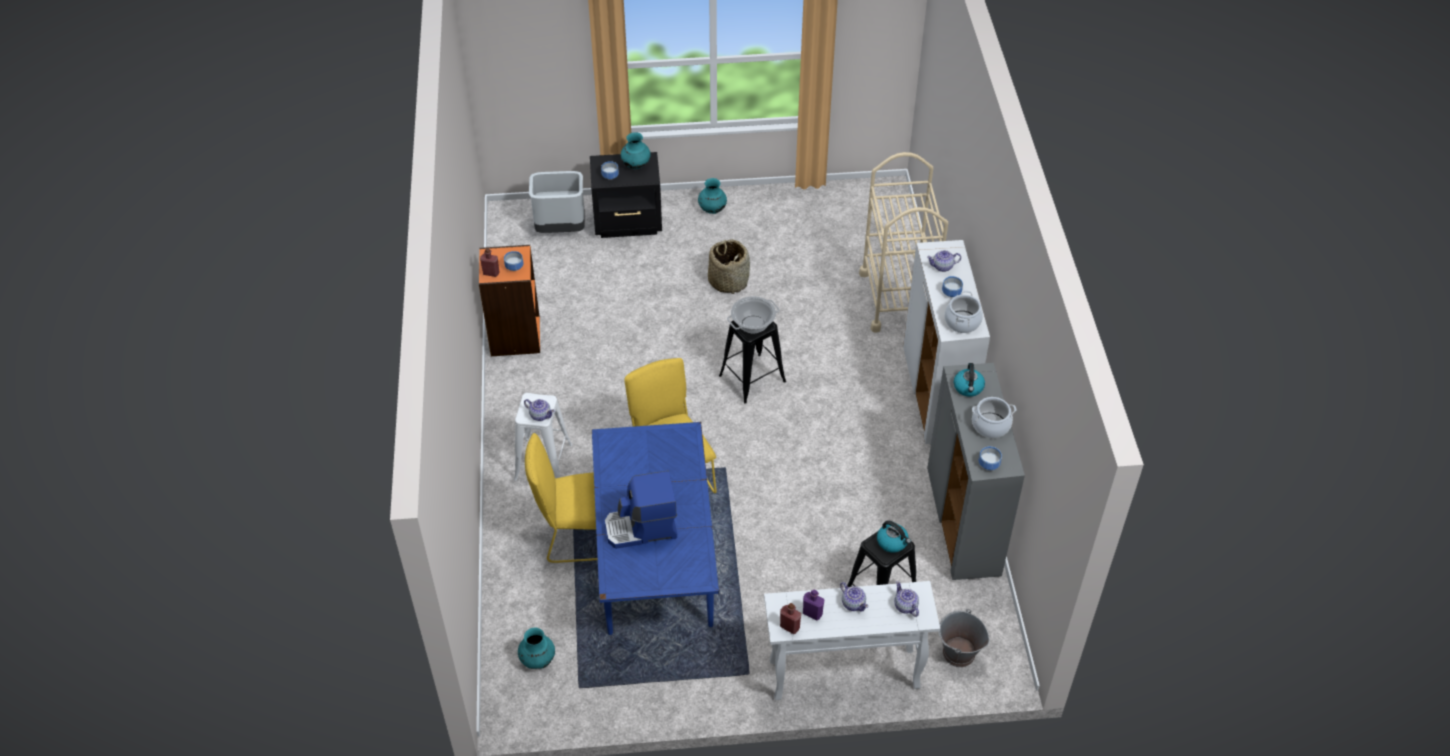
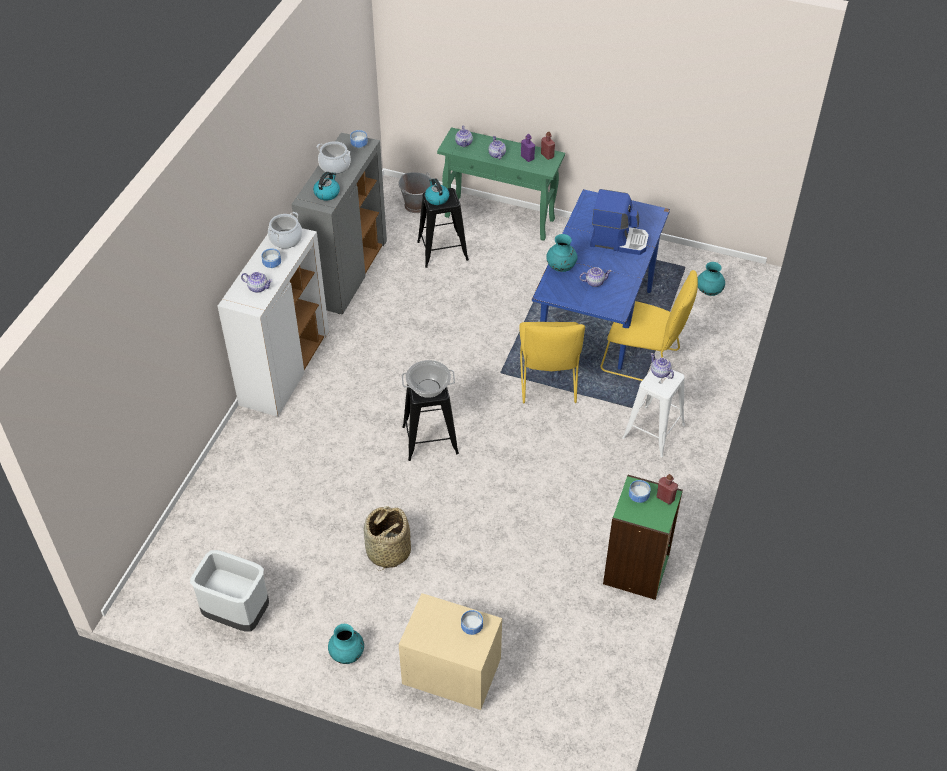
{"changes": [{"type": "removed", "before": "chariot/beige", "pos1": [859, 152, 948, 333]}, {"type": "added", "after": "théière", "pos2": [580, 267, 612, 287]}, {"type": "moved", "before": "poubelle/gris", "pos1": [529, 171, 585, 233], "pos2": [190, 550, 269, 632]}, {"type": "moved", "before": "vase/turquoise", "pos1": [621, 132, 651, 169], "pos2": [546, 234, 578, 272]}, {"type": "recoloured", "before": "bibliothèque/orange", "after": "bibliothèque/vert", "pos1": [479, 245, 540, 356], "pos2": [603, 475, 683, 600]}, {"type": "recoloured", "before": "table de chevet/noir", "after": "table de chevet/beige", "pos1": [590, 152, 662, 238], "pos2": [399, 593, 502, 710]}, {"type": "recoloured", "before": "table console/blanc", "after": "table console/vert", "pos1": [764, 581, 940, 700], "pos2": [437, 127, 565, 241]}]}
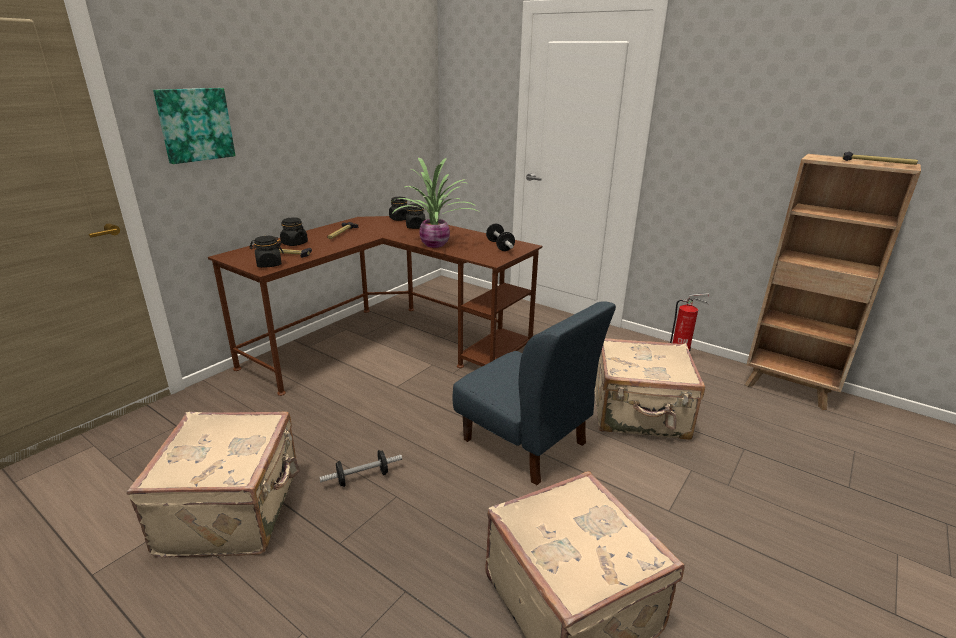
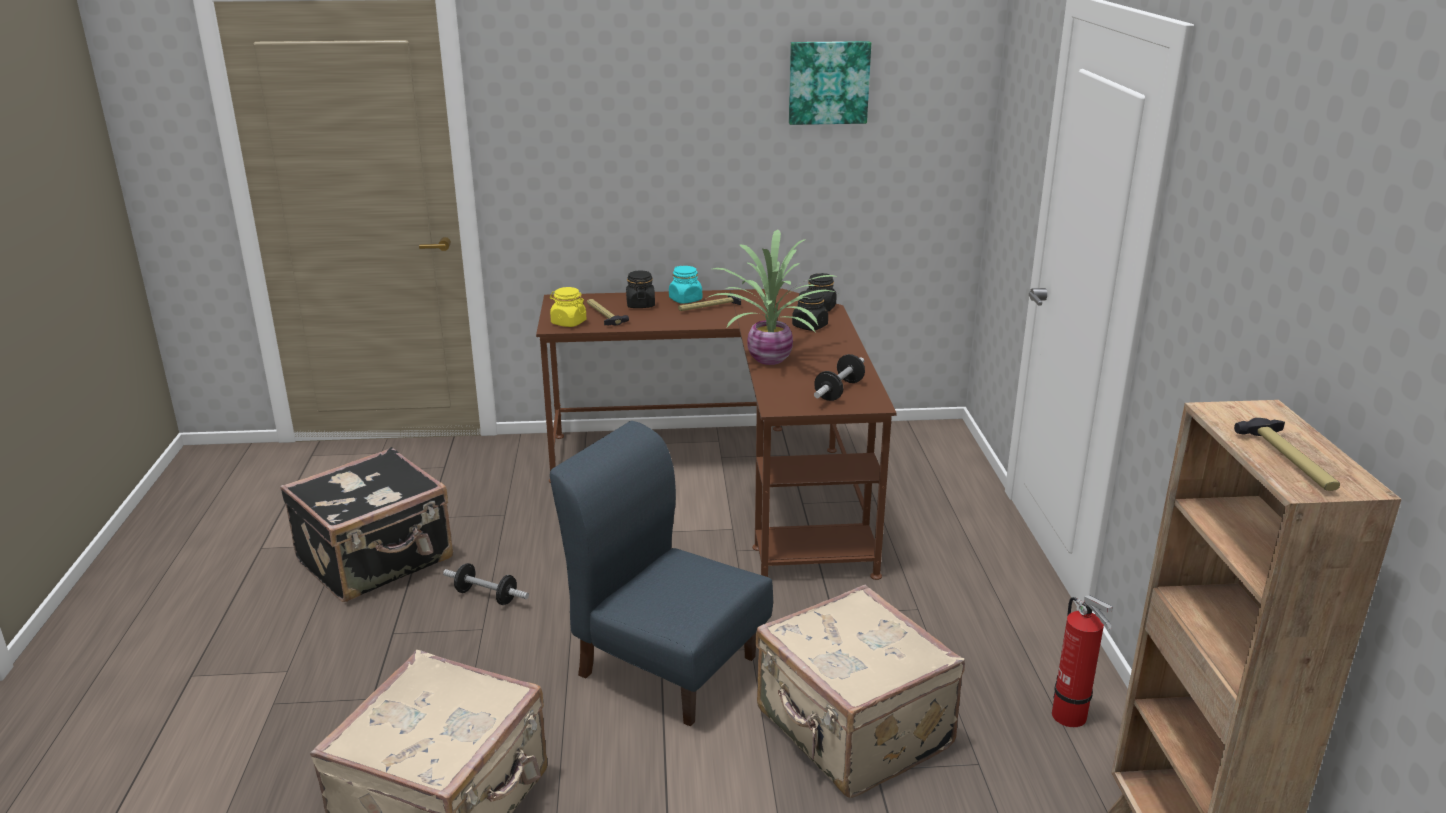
{"changes": [{"type": "added", "after": "bocal/turquoise", "pos2": [669, 266, 702, 304]}, {"type": "moved", "before": "tableau", "pos1": [153, 88, 236, 164], "pos2": [789, 41, 871, 125]}, {"type": "recoloured", "before": "valise/beige", "after": "valise/noir", "pos1": [127, 412, 300, 557], "pos2": [280, 447, 453, 602]}, {"type": "recoloured", "before": "bocal/noir", "after": "bocal/jaune", "pos1": [249, 236, 284, 268], "pos2": [550, 287, 586, 327]}, {"type": "turned", "before": "chaise/bleu", "pos1": [453, 301, 616, 485], "pos2": [550, 421, 773, 727], "turn": 120}]}
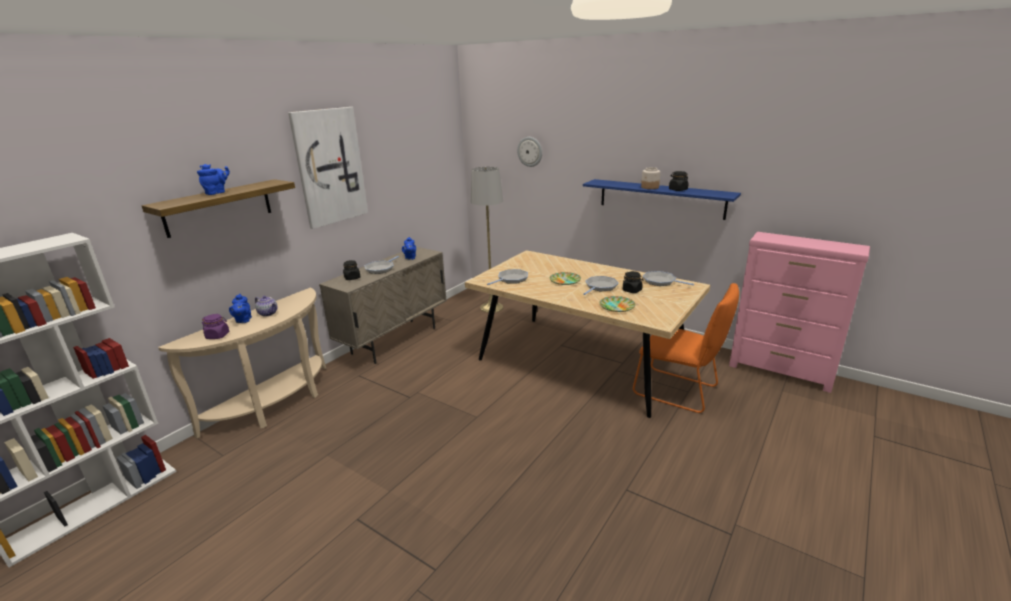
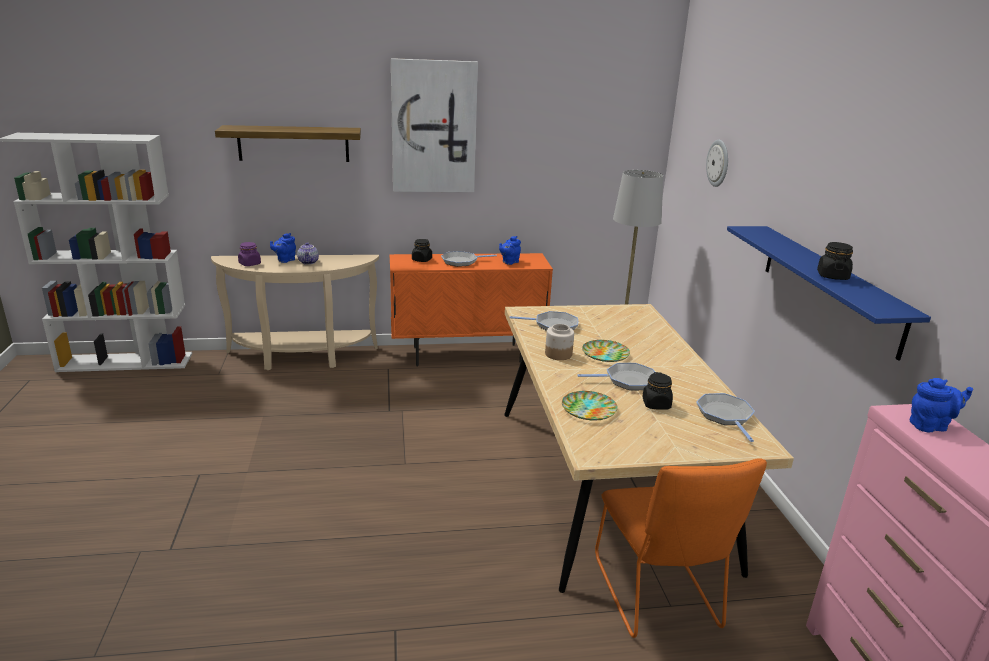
{"changes": [{"type": "moved", "before": "théière/bleu", "pos1": [197, 164, 230, 195], "pos2": [910, 378, 973, 432]}, {"type": "moved", "before": "bocal", "pos1": [641, 167, 660, 189], "pos2": [545, 324, 574, 360]}, {"type": "recoloured", "before": "meuble de rangement/beige", "after": "meuble de rangement/orange", "pos1": [319, 247, 447, 364], "pos2": [390, 253, 553, 367]}]}
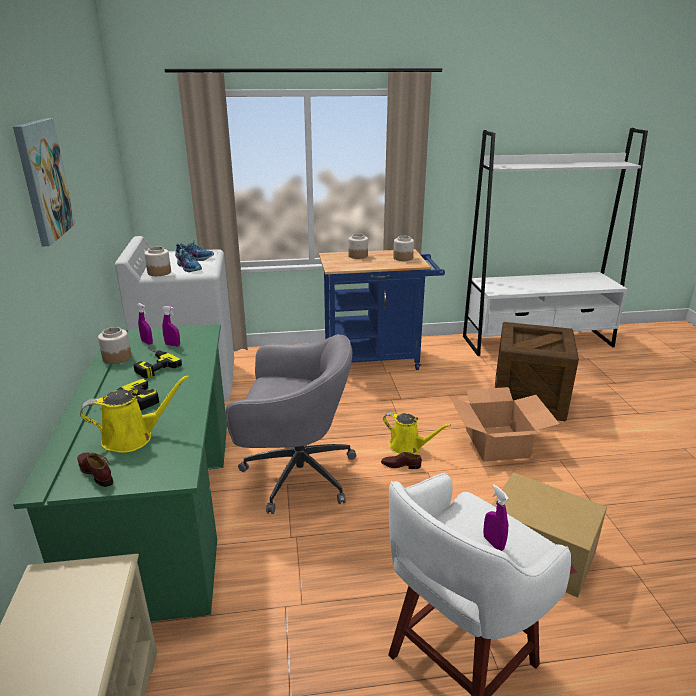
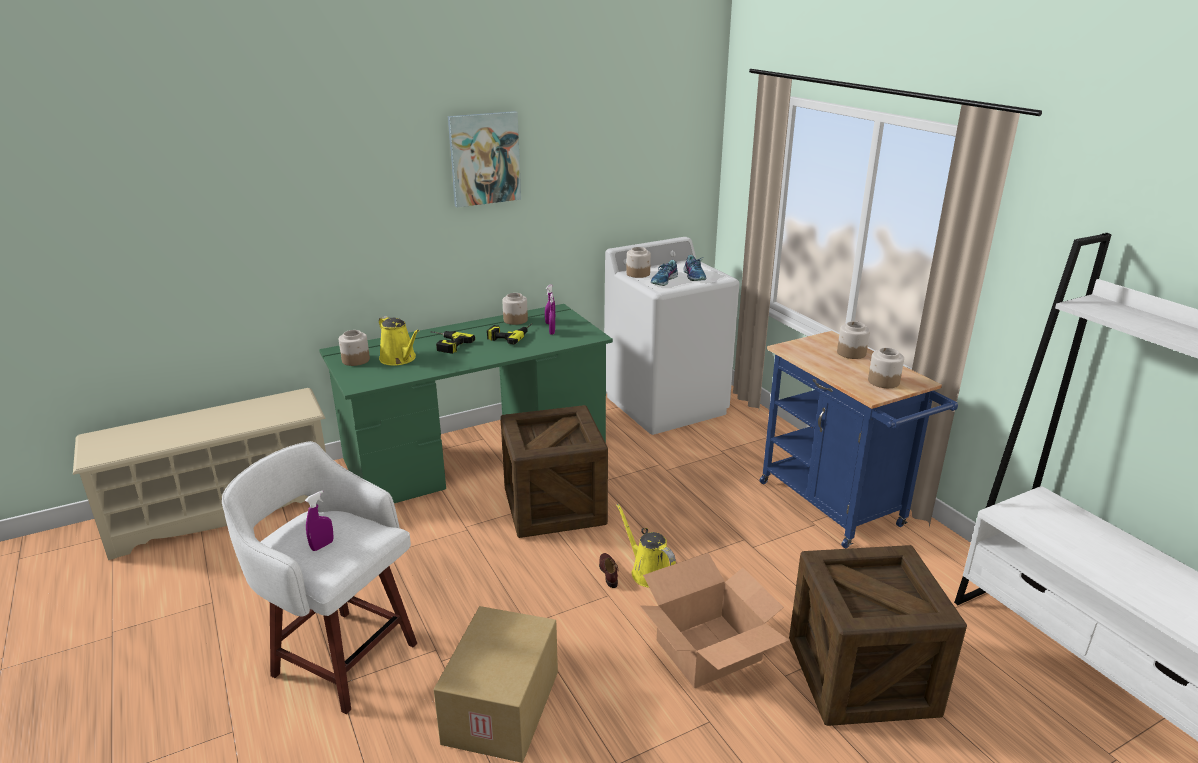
{"changes": [{"type": "replaced", "before": "chaussure/marron", "after": "bocal", "pos1": [77, 453, 113, 487], "pos2": [339, 330, 370, 366]}, {"type": "replaced", "before": "chaise de bureau/gris", "after": "caisse", "pos1": [225, 334, 356, 514], "pos2": [500, 405, 608, 538]}, {"type": "turned", "before": "arrosoir/jaune", "pos1": [383, 412, 451, 455], "pos2": [616, 504, 676, 588], "turn": 135}]}
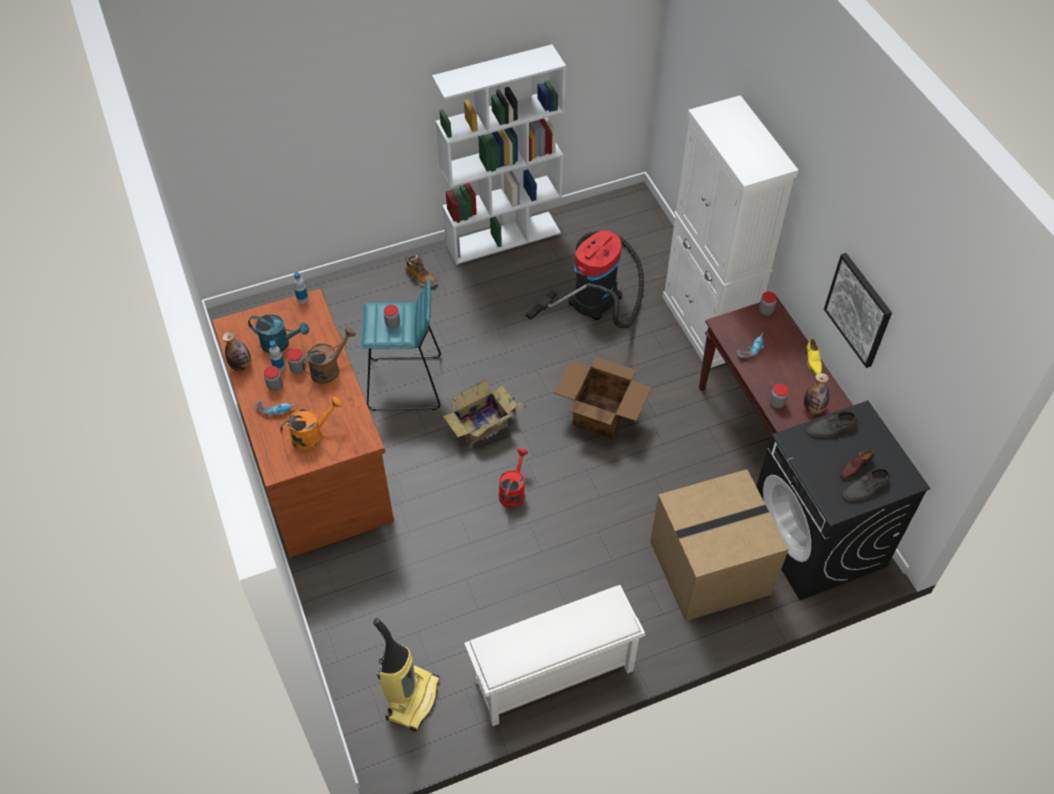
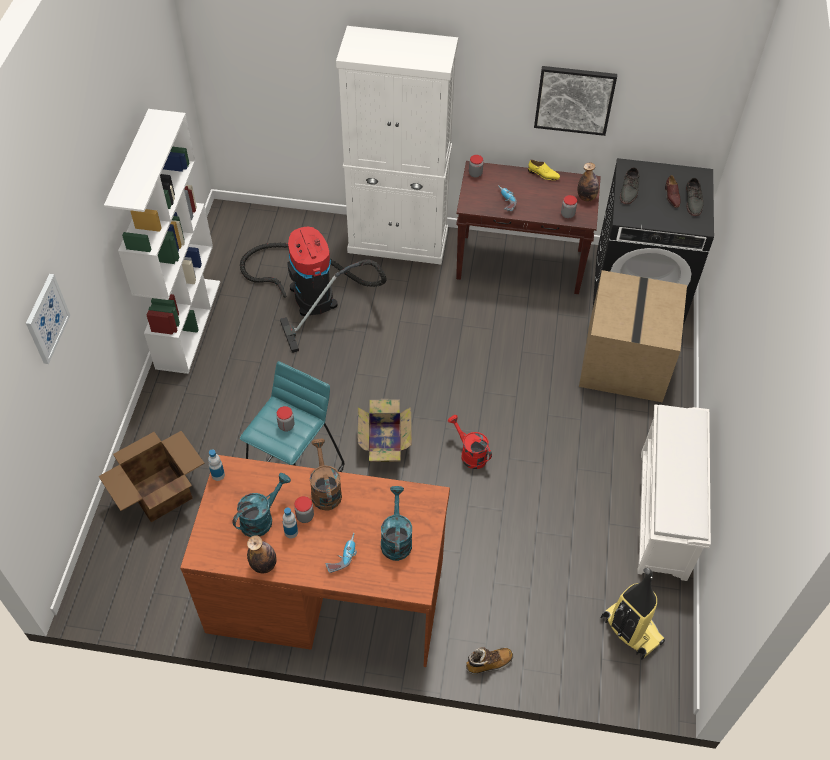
{"changes": [{"type": "removed", "before": "bocal", "pos1": [264, 366, 283, 391]}, {"type": "added", "after": "tableau", "pos2": [26, 274, 70, 364]}, {"type": "moved", "before": "botte", "pos1": [405, 254, 437, 286], "pos2": [466, 647, 513, 674]}, {"type": "moved", "before": "carton", "pos1": [554, 357, 651, 440], "pos2": [99, 431, 205, 522]}, {"type": "recoloured", "before": "arrosoir/orange", "after": "arrosoir/turquoise", "pos1": [280, 397, 343, 450], "pos2": [381, 486, 412, 561]}]}
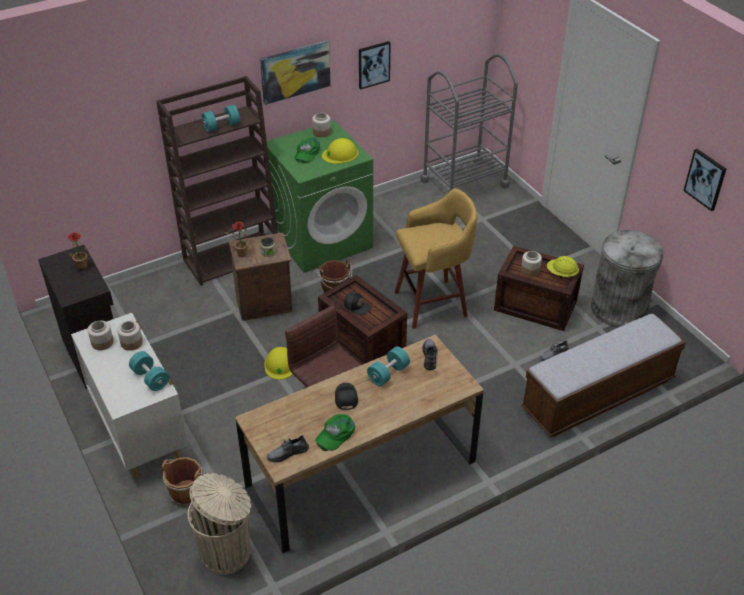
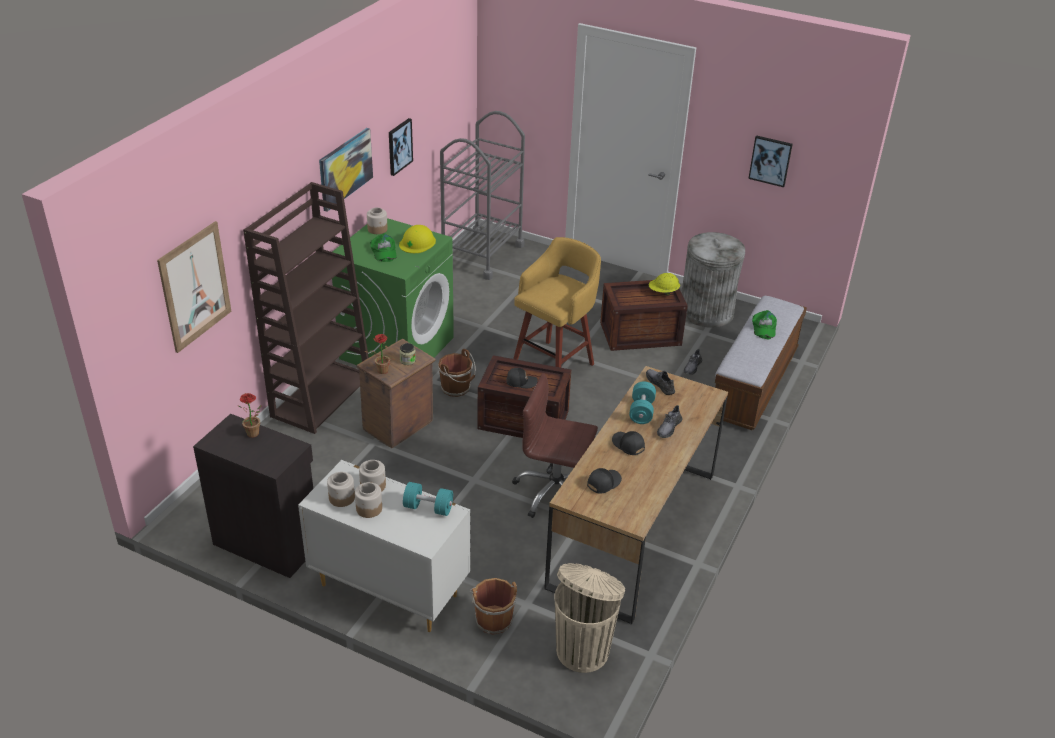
{"changes": [{"type": "removed", "before": "haltère/turquoise", "pos1": [202, 105, 240, 132]}, {"type": "removed", "before": "casque de chantier/jaune", "pos1": [264, 347, 292, 380]}, {"type": "added", "after": "tableau", "pos2": [157, 221, 232, 353]}, {"type": "added", "after": "casquette/noir", "pos2": [587, 468, 622, 494]}, {"type": "moved", "before": "chaussure/gris", "pos1": [267, 435, 309, 463], "pos2": [657, 405, 682, 438]}, {"type": "moved", "before": "casquette/vert", "pos1": [315, 414, 356, 451], "pos2": [752, 310, 777, 339]}, {"type": "moved", "before": "bocal", "pos1": [521, 251, 542, 277], "pos2": [355, 482, 382, 518]}]}
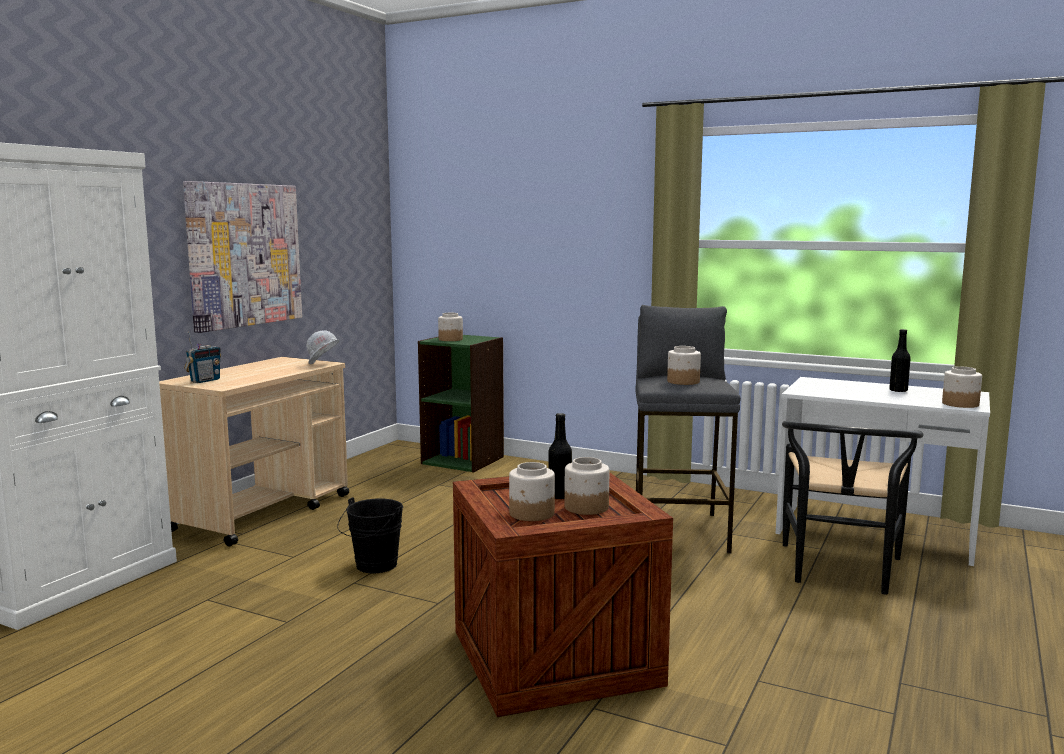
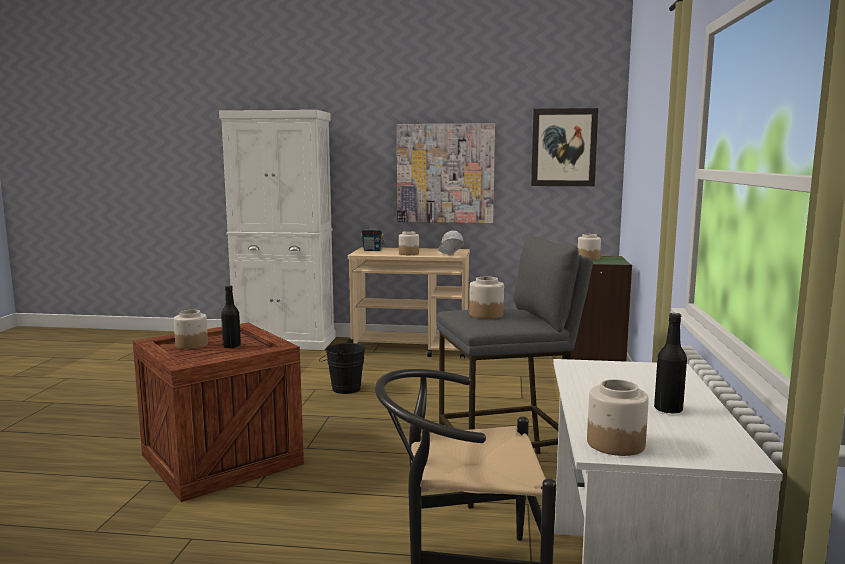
{"changes": [{"type": "added", "after": "tableau", "pos2": [531, 108, 598, 186]}, {"type": "moved", "before": "bocal", "pos1": [564, 457, 609, 515], "pos2": [399, 231, 419, 255]}]}
